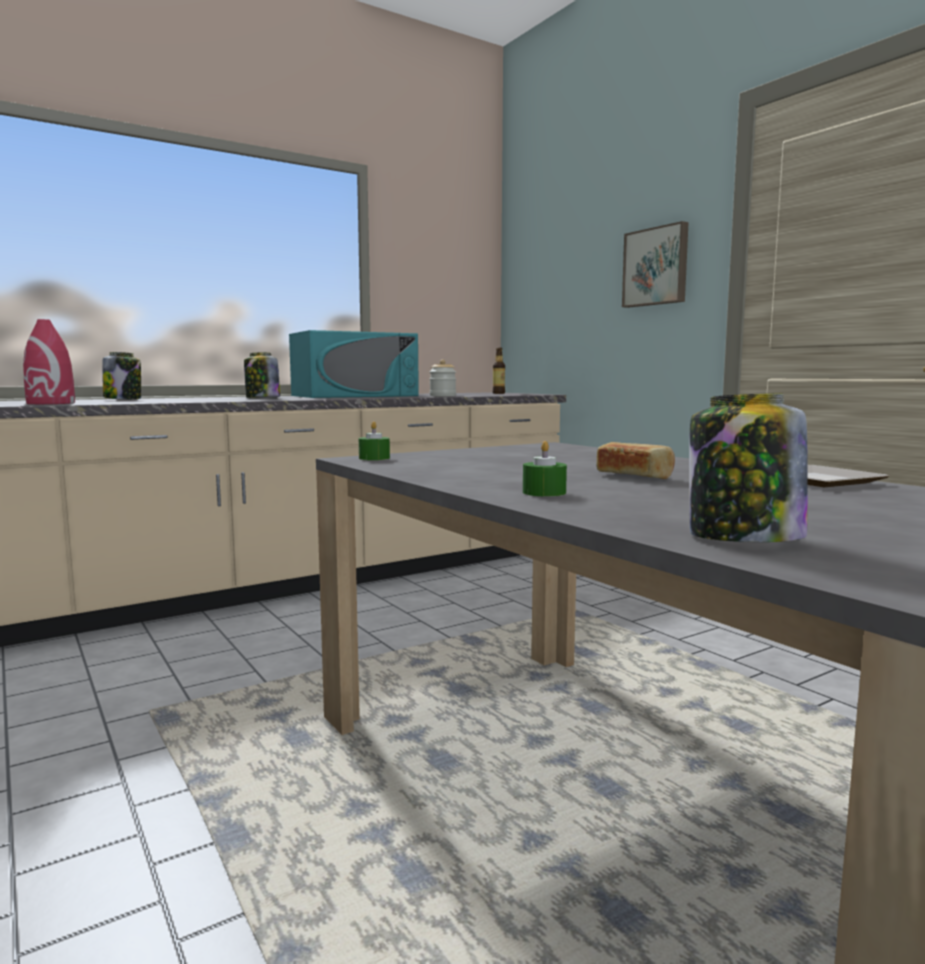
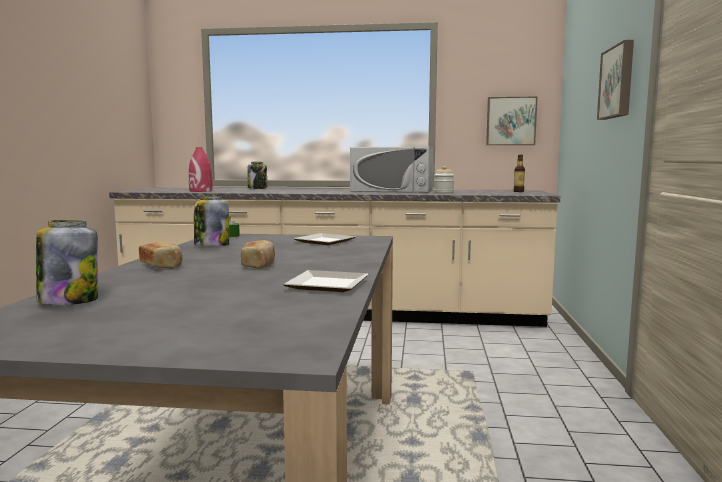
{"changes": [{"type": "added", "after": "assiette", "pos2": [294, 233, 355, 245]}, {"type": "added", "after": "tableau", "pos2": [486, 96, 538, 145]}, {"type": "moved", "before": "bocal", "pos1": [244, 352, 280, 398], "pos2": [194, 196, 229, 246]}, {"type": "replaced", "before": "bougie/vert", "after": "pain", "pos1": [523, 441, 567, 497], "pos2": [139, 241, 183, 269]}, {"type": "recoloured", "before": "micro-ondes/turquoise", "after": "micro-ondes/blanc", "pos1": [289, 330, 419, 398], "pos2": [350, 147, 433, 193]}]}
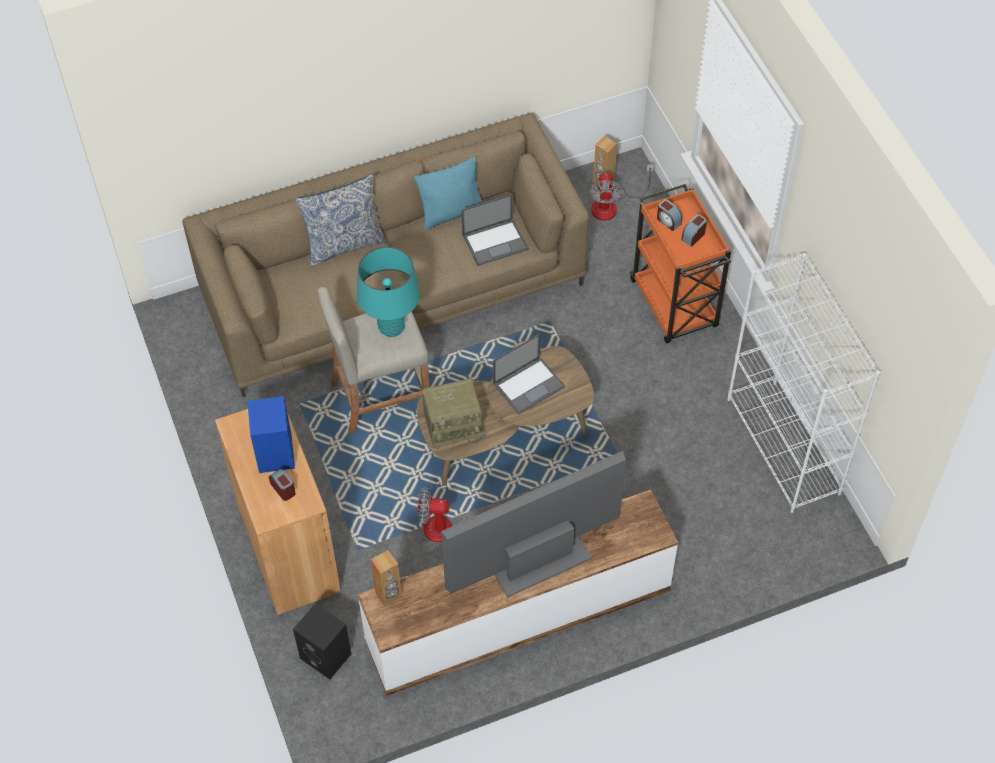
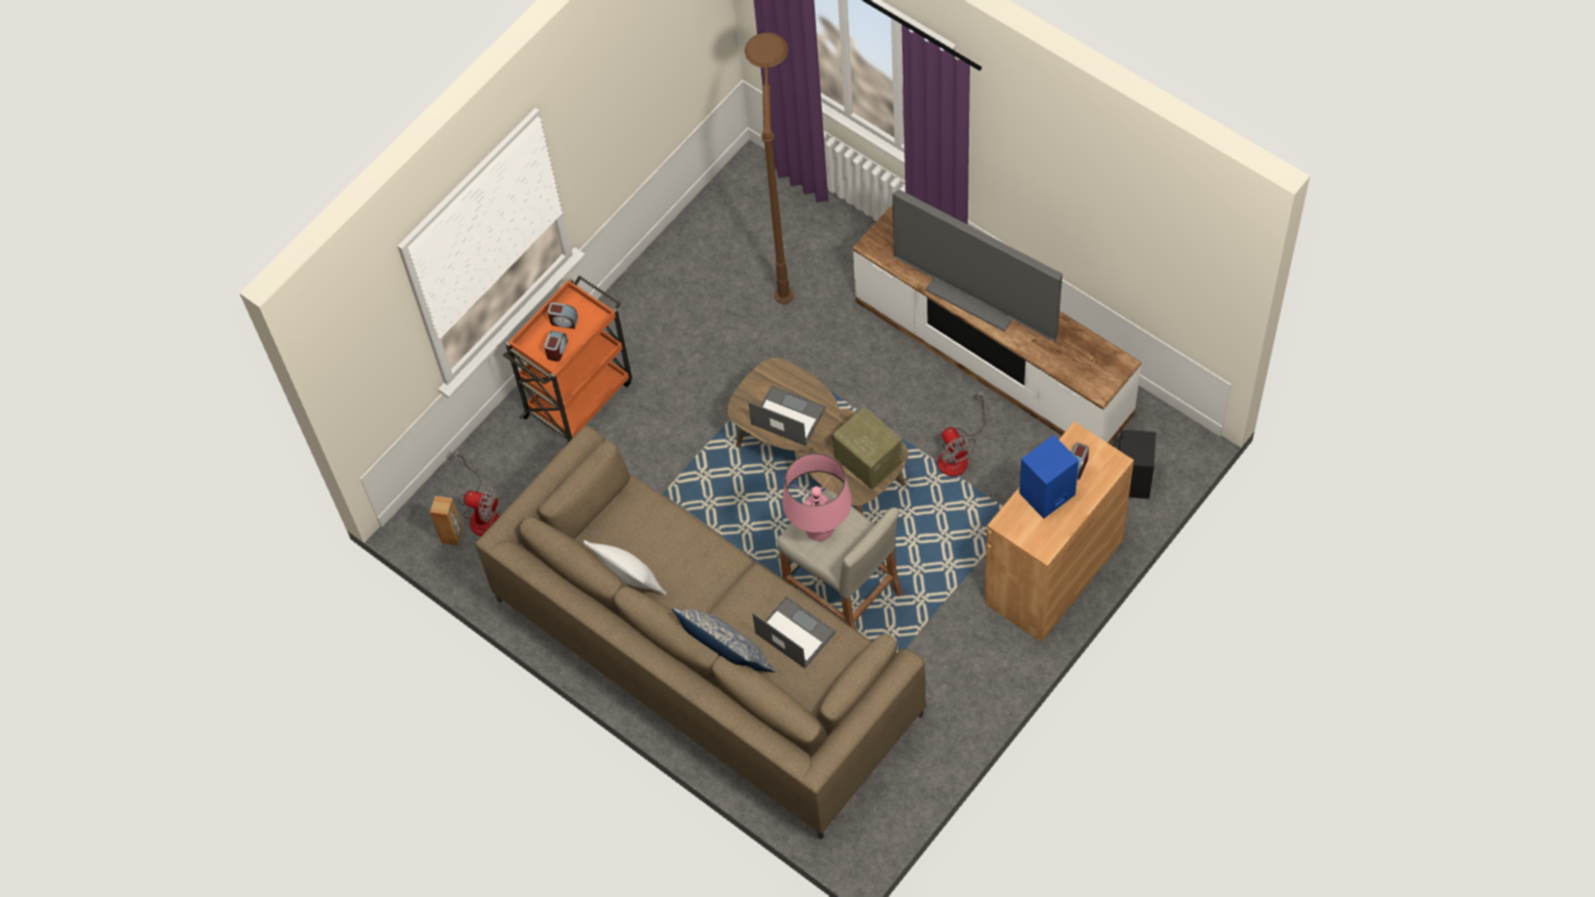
{"changes": [{"type": "removed", "before": "enceinte/marron", "pos1": [371, 550, 402, 606]}, {"type": "removed", "before": "bibliothèque/blanc", "pos1": [727, 253, 880, 513]}, {"type": "added", "after": "lampadaire/marron", "pos2": [745, 32, 794, 304]}, {"type": "moved", "before": "ordinateur portable", "pos1": [461, 194, 528, 266], "pos2": [752, 596, 836, 668]}, {"type": "recoloured", "before": "lampe de table/turquoise", "after": "lampe de table/rose", "pos1": [357, 247, 420, 337], "pos2": [782, 453, 852, 541]}, {"type": "recoloured", "before": "coussin/turquoise", "after": "coussin/blanc", "pos1": [414, 157, 482, 231], "pos2": [583, 540, 667, 595]}, {"type": "turned", "before": "ventilateur", "pos1": [589, 164, 654, 221], "pos2": [455, 449, 500, 536], "turn": 45}]}
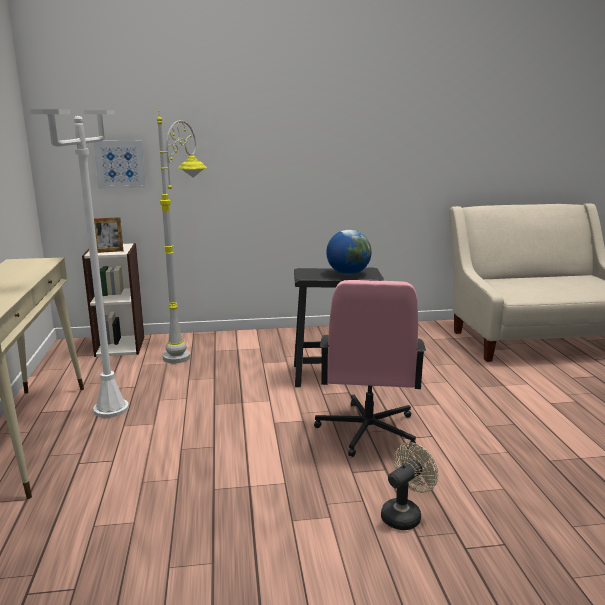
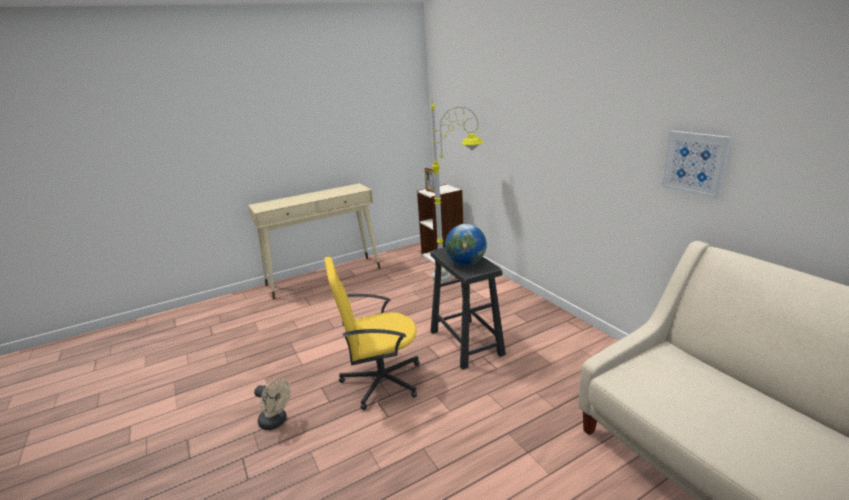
{"changes": [{"type": "removed", "before": "lampadaire/blanc", "pos1": [30, 109, 129, 418]}, {"type": "moved", "before": "tableau", "pos1": [94, 141, 146, 189], "pos2": [662, 131, 732, 199]}, {"type": "recoloured", "before": "chaise de bureau/rose", "after": "chaise de bureau/jaune", "pos1": [314, 280, 426, 457], "pos2": [324, 257, 419, 410]}]}
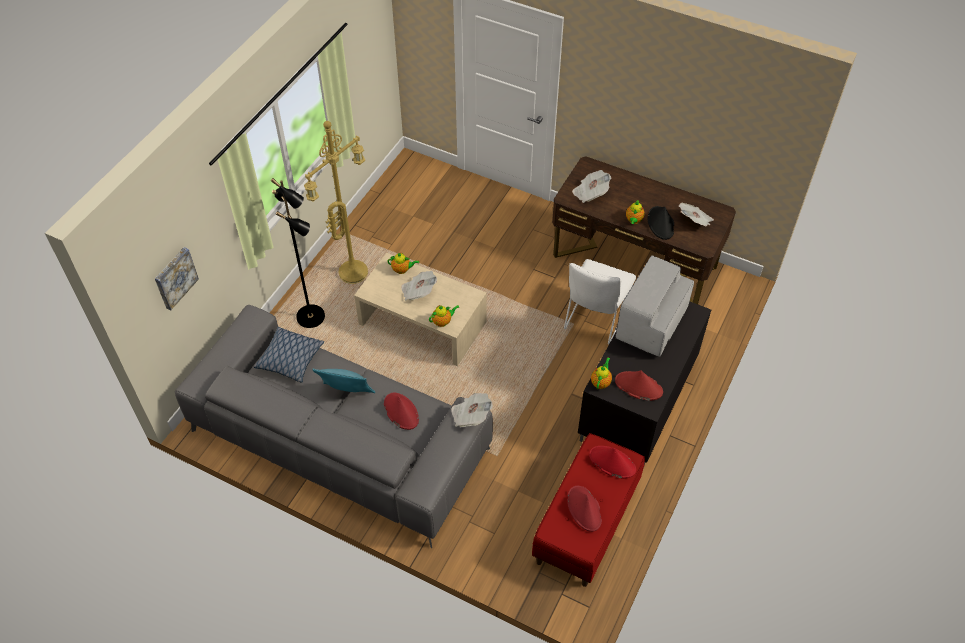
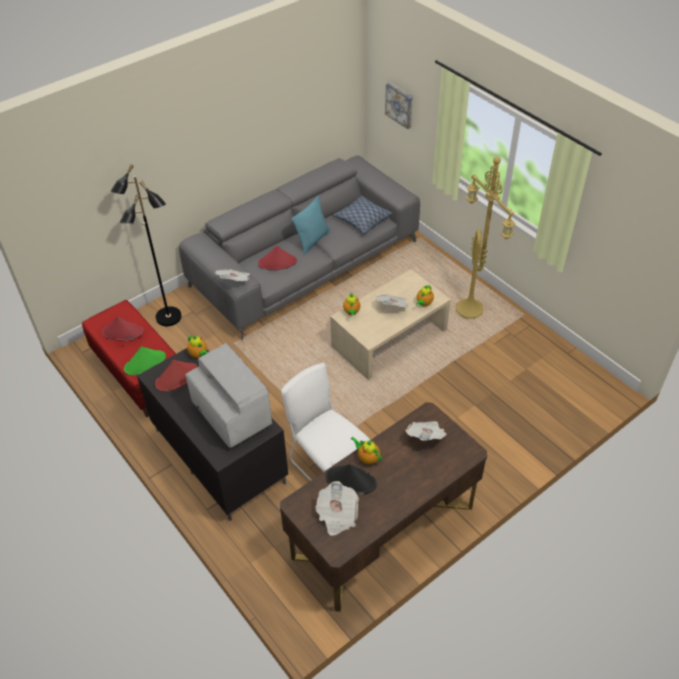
{"changes": [{"type": "moved", "before": "lampadaire/noir", "pos1": [271, 178, 325, 328], "pos2": [111, 164, 182, 326]}, {"type": "recoloured", "before": "chapeau/rouge", "after": "chapeau/vert", "pos1": [589, 446, 636, 479], "pos2": [124, 346, 166, 375]}]}
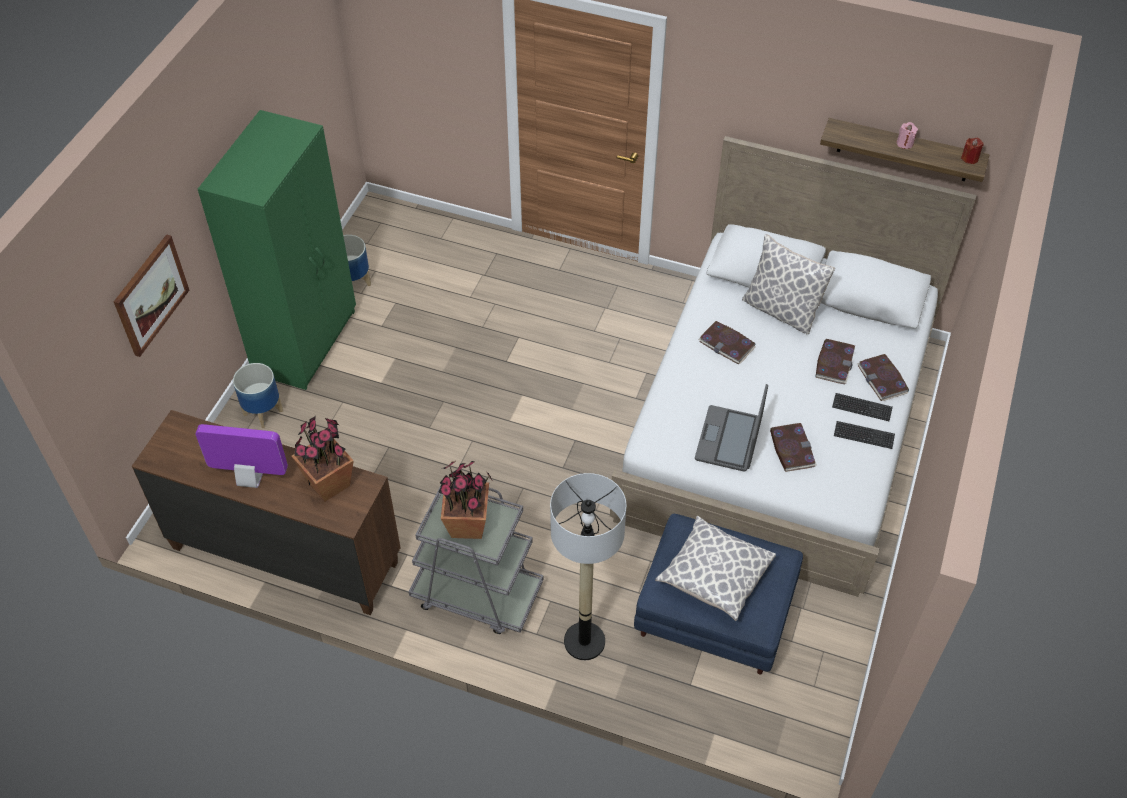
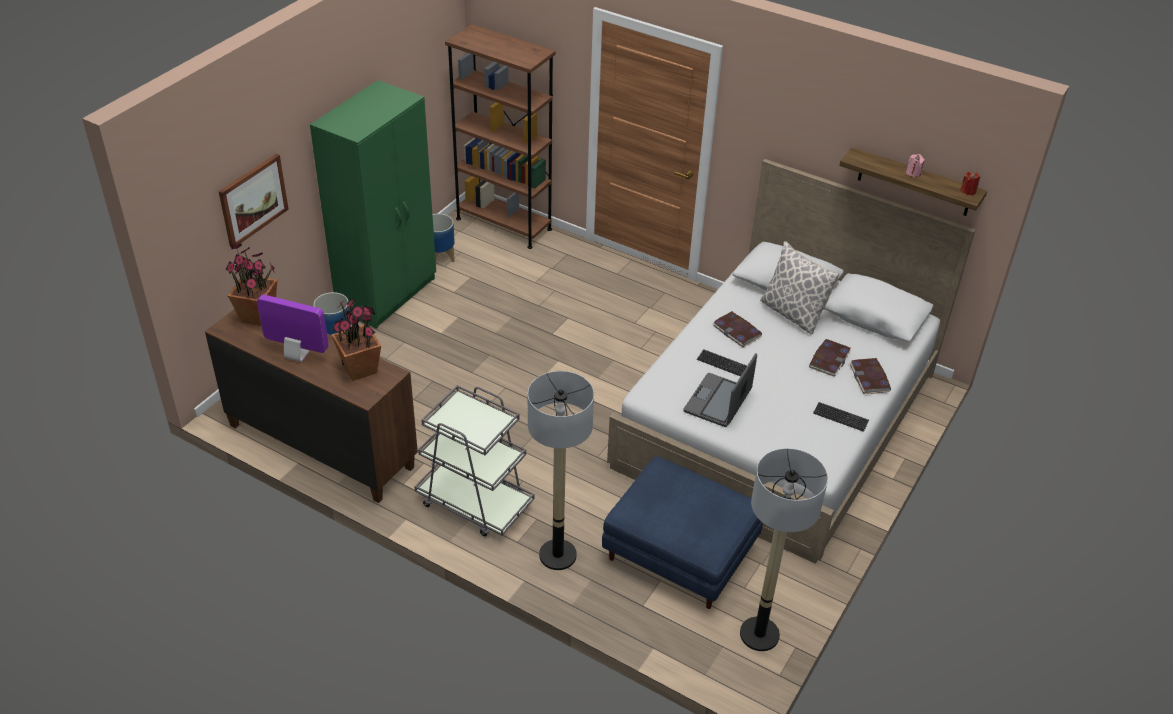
{"changes": [{"type": "removed", "before": "coussin", "pos1": [655, 516, 776, 621]}, {"type": "removed", "before": "livre", "pos1": [770, 423, 817, 472]}, {"type": "added", "after": "bibliothèque/marron", "pos2": [445, 24, 556, 249]}, {"type": "added", "after": "lampadaire", "pos2": [740, 448, 828, 651]}, {"type": "moved", "before": "plante en pot", "pos1": [438, 461, 494, 539], "pos2": [225, 244, 277, 326]}, {"type": "moved", "before": "clavier", "pos1": [832, 393, 893, 421], "pos2": [697, 349, 747, 376]}]}
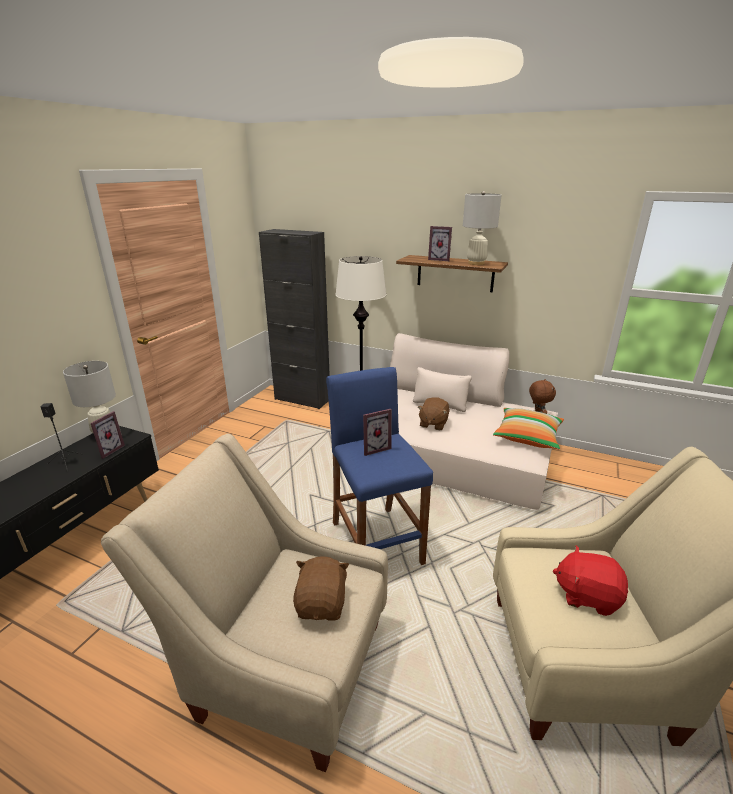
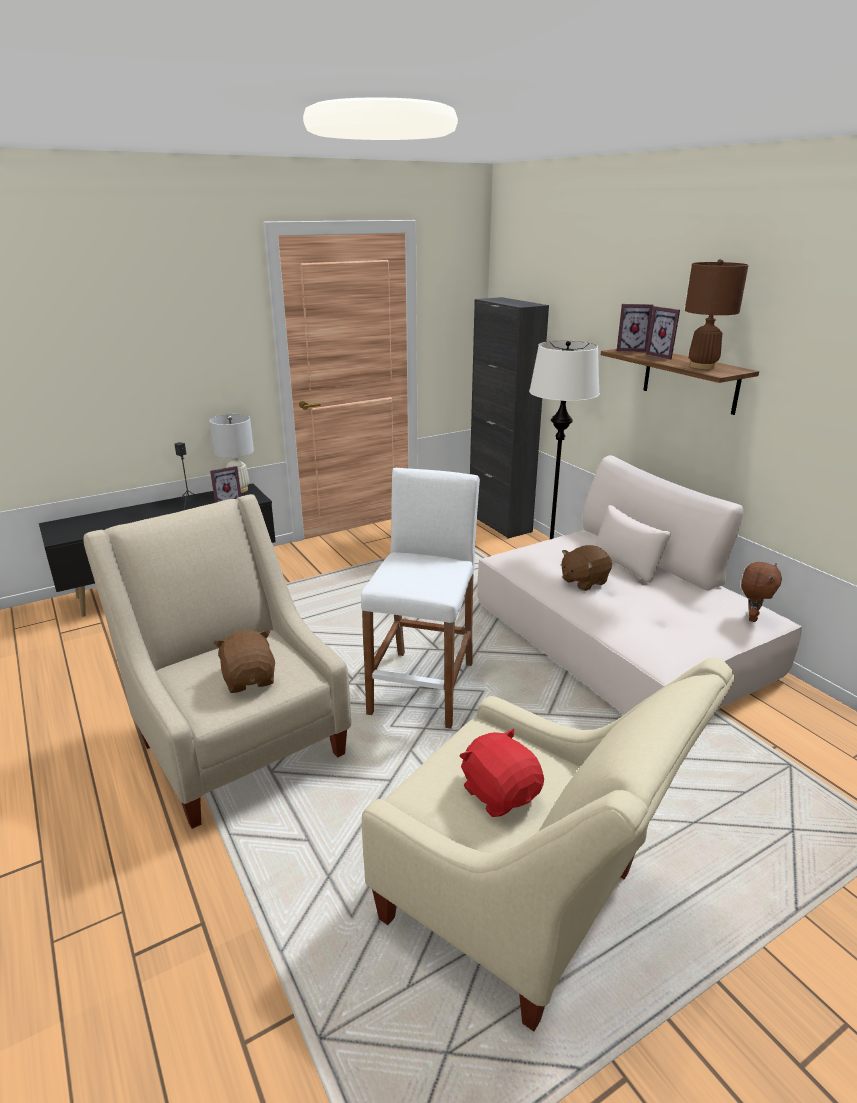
{"changes": [{"type": "removed", "before": "coussin", "pos1": [493, 408, 564, 449]}, {"type": "moved", "before": "cadre photo", "pos1": [363, 409, 392, 456], "pos2": [617, 304, 654, 352]}, {"type": "recoloured", "before": "tabouret/bleu", "after": "tabouret/blanc", "pos1": [326, 367, 433, 565], "pos2": [361, 468, 480, 729]}, {"type": "recoloured", "before": "lampe de table/blanc", "after": "lampe de table/marron", "pos1": [463, 191, 502, 265], "pos2": [685, 259, 748, 369]}, {"type": "turned", "before": "peluche/marron", "pos1": [293, 556, 349, 620], "pos2": [214, 630, 275, 693], "turn": -60}]}
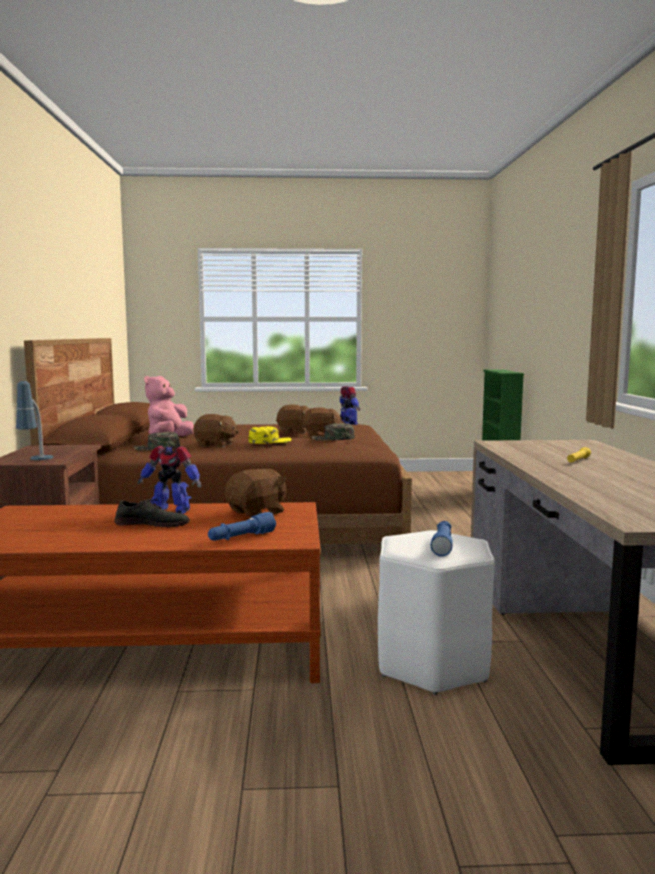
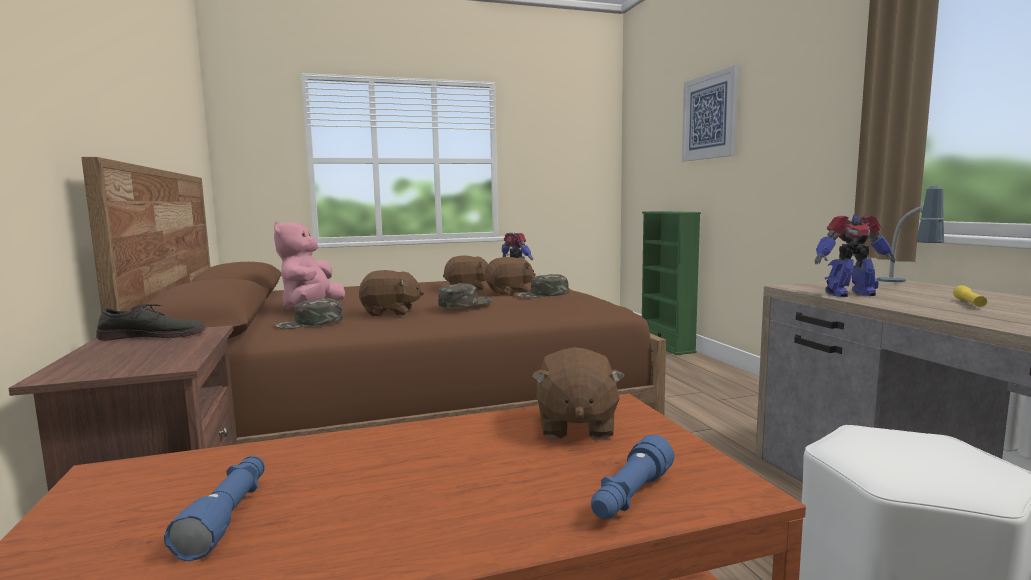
{"changes": [{"type": "added", "after": "tableau", "pos2": [682, 65, 738, 161]}, {"type": "moved", "before": "lampe de table", "pos1": [16, 381, 53, 460], "pos2": [877, 186, 944, 282]}, {"type": "moved", "before": "chaussure/gris", "pos1": [114, 499, 190, 527], "pos2": [96, 304, 205, 341]}, {"type": "moved", "before": "robot jouet", "pos1": [137, 446, 201, 514], "pos2": [815, 214, 895, 297]}, {"type": "moved", "before": "lampe de poche/bleu", "pos1": [430, 521, 453, 556], "pos2": [164, 456, 265, 561]}, {"type": "recoloured", "before": "casquette/jaune", "after": "casquette/vert", "pos1": [249, 426, 291, 444], "pos2": [438, 283, 492, 307]}, {"type": "turned", "before": "peluche/marron", "pos1": [225, 469, 286, 517], "pos2": [532, 347, 625, 439], "turn": 150}]}
